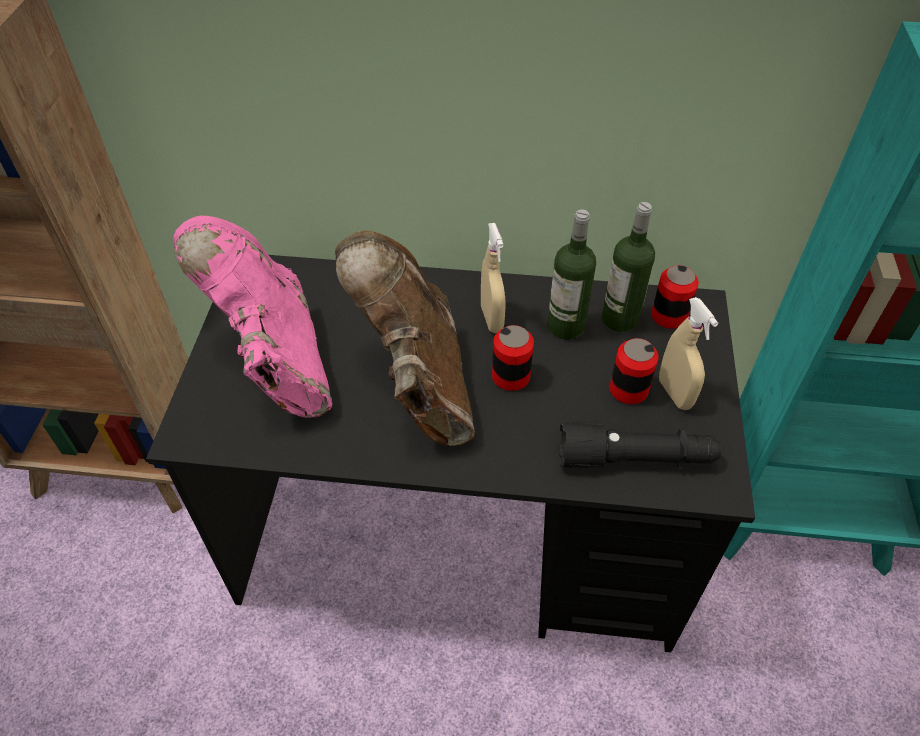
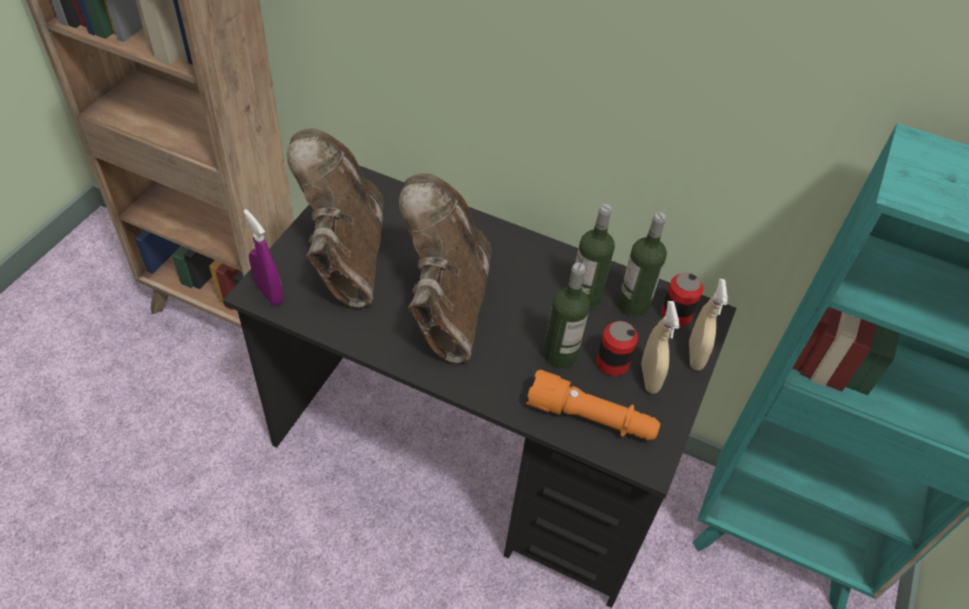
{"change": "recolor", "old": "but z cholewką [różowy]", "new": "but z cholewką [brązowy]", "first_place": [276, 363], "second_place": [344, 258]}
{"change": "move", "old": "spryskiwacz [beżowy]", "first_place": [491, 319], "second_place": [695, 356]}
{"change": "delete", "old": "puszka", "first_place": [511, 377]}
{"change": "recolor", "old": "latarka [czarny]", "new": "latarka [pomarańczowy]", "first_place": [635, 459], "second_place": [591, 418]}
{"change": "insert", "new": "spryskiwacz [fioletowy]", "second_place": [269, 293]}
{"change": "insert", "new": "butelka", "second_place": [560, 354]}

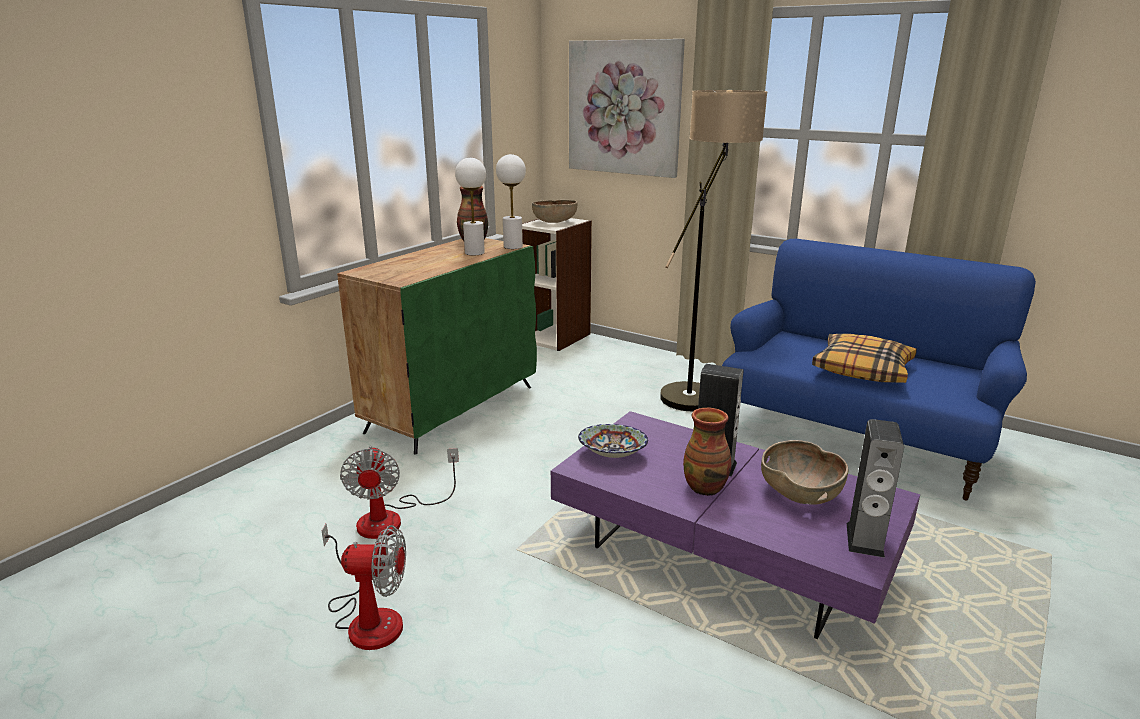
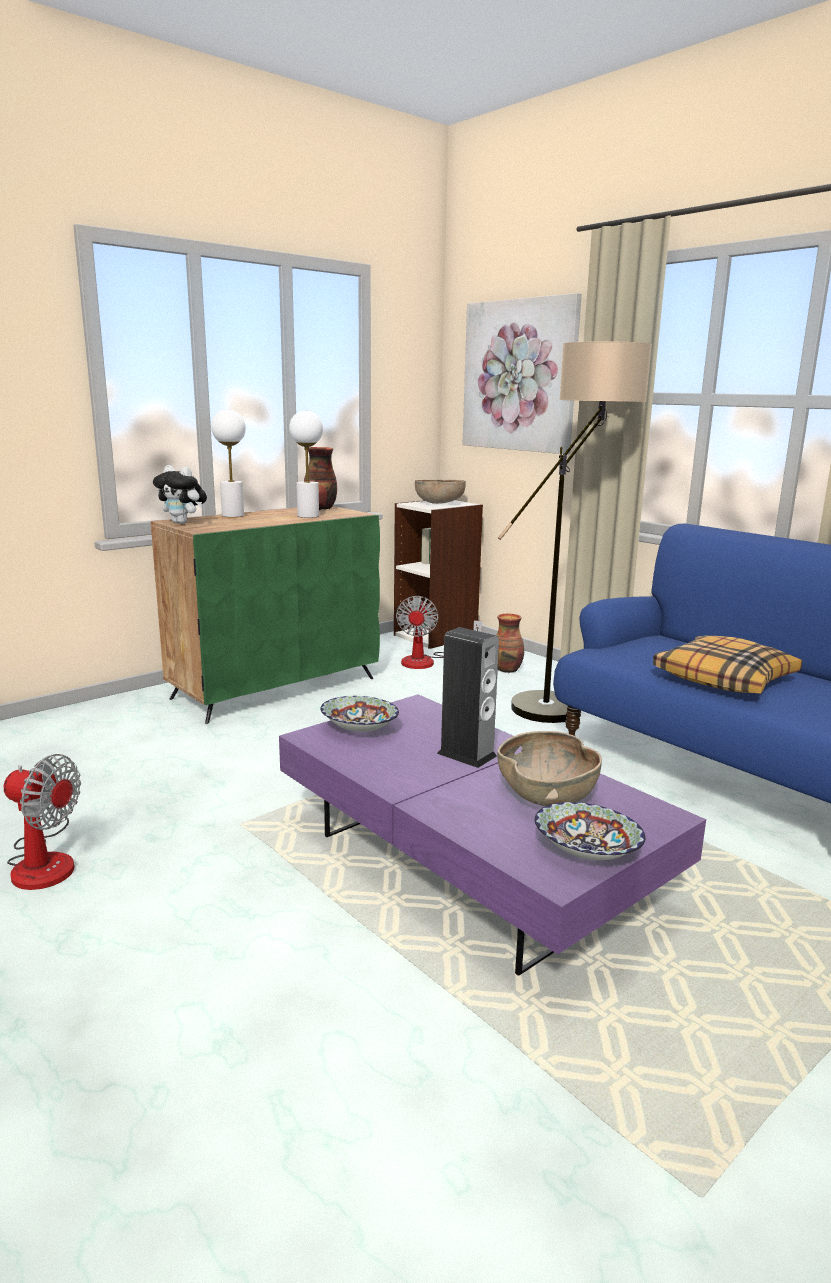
{"change": "move", "old": "wentylator", "first_place": [393, 518], "second_place": [428, 661]}
{"change": "move", "old": "lampa stołowa [biały]", "first_place": [513, 247], "second_place": [232, 515]}
{"change": "move", "old": "wazon", "first_place": [705, 488], "second_place": [507, 669]}
{"change": "replace", "old": "głośnik", "new": "miska", "first_place": [865, 539], "second_place": [587, 853]}
{"change": "insert", "new": "pluszak", "second_place": [183, 523]}

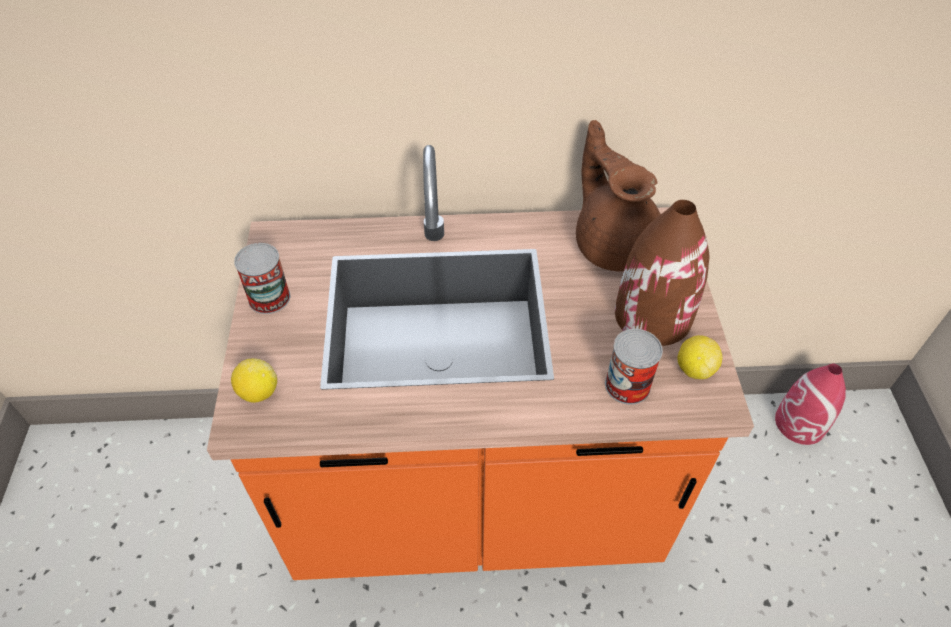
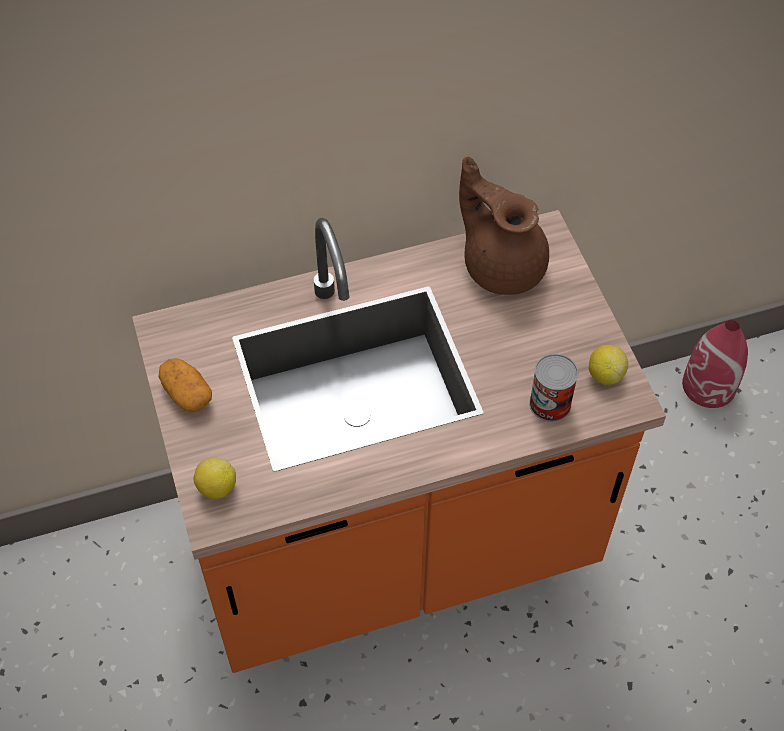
{"change": "replace", "old": "puszka", "new": "ziemniak", "first_place": [269, 298], "second_place": [187, 394]}
{"change": "delete", "old": "wazon [brązowy]", "first_place": [653, 315]}

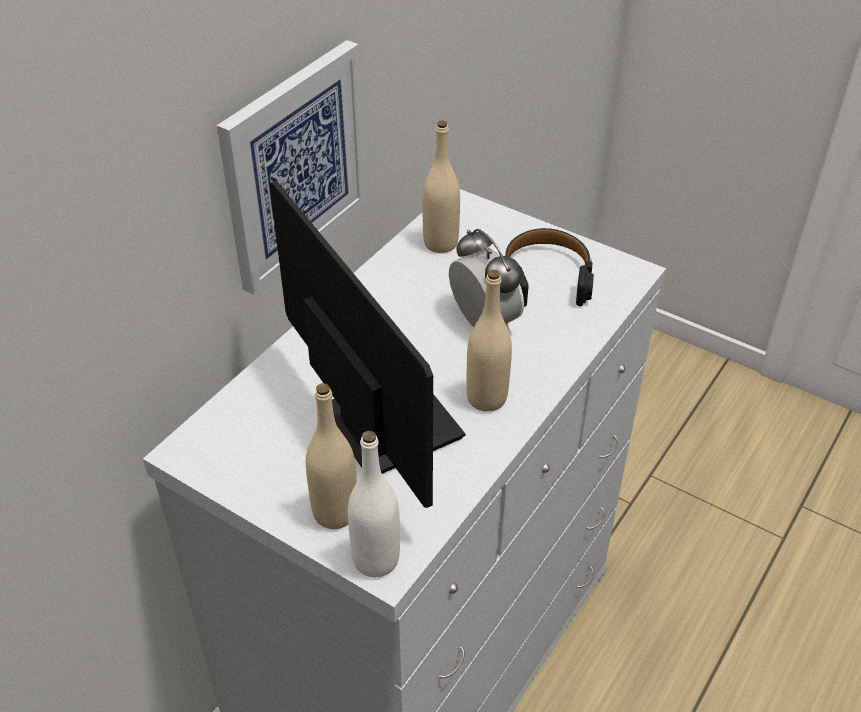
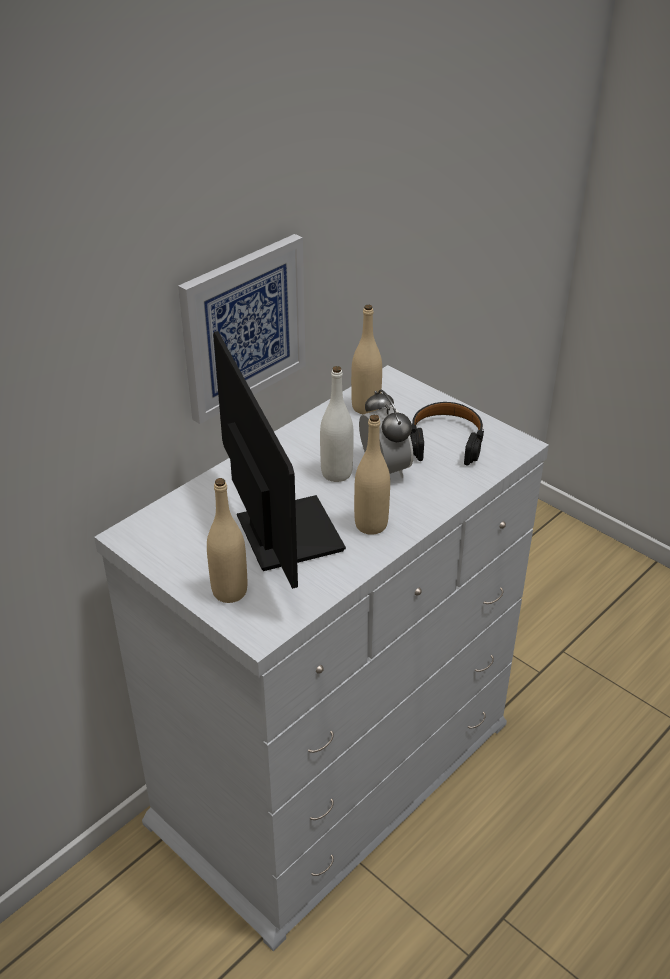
{"change": "move", "old": "butelka [biały]", "first_place": [376, 560], "second_place": [336, 473]}

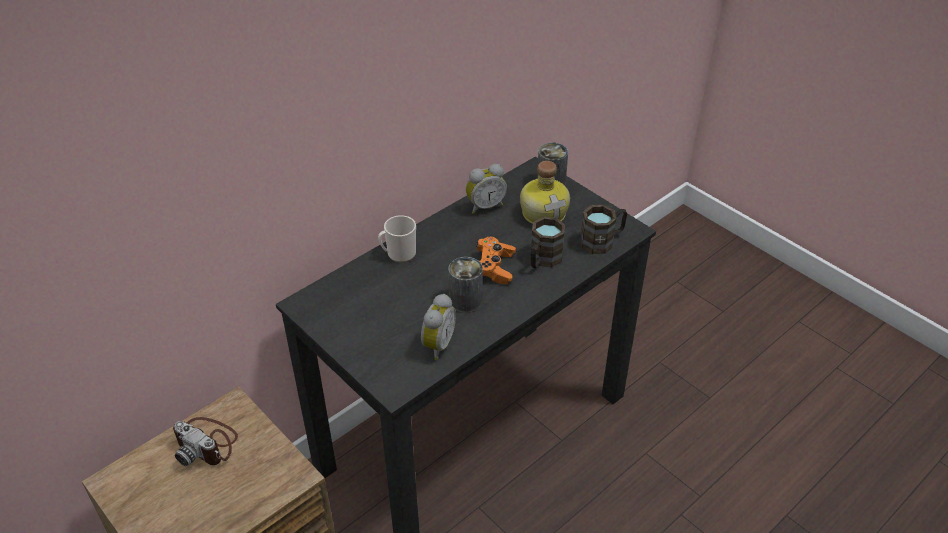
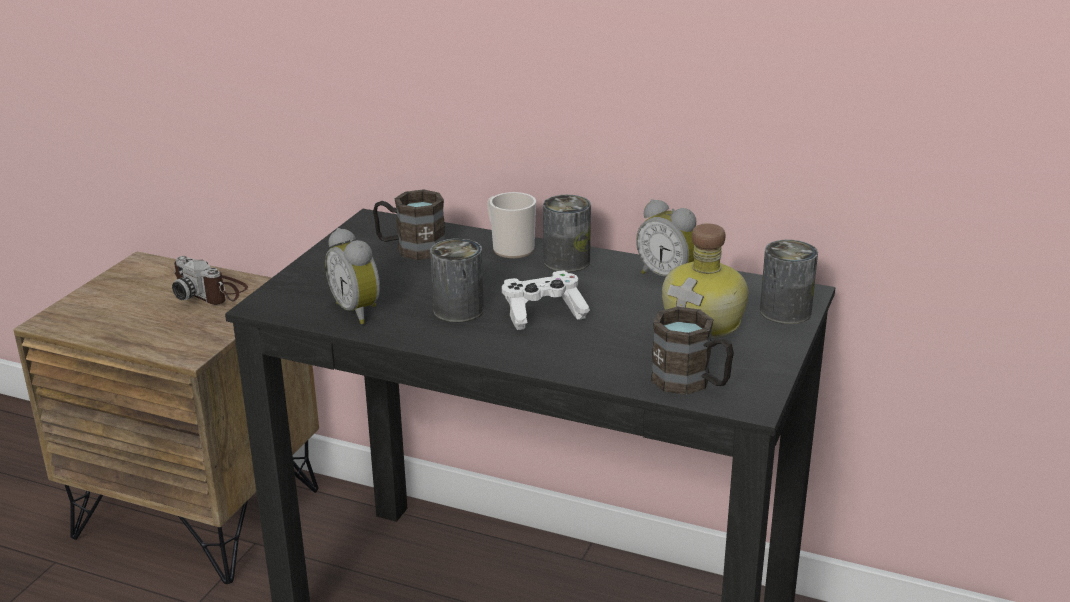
{"change": "rotate", "old": "aparat fotograficzny", "first_place": [207, 443], "second_place": [211, 292], "degrees": -60}
{"change": "rotate", "old": "budzik", "first_place": [436, 345], "second_place": [359, 311], "degrees": 60}
{"change": "recolor", "old": "pad do gier [pomarańczowy]", "new": "pad do gier [biały]", "first_place": [494, 267], "second_place": [543, 313]}
{"change": "move", "old": "kubek [brązowy]", "first_place": [543, 260], "second_place": [411, 249]}
{"change": "insert", "new": "puszka", "second_place": [566, 261]}

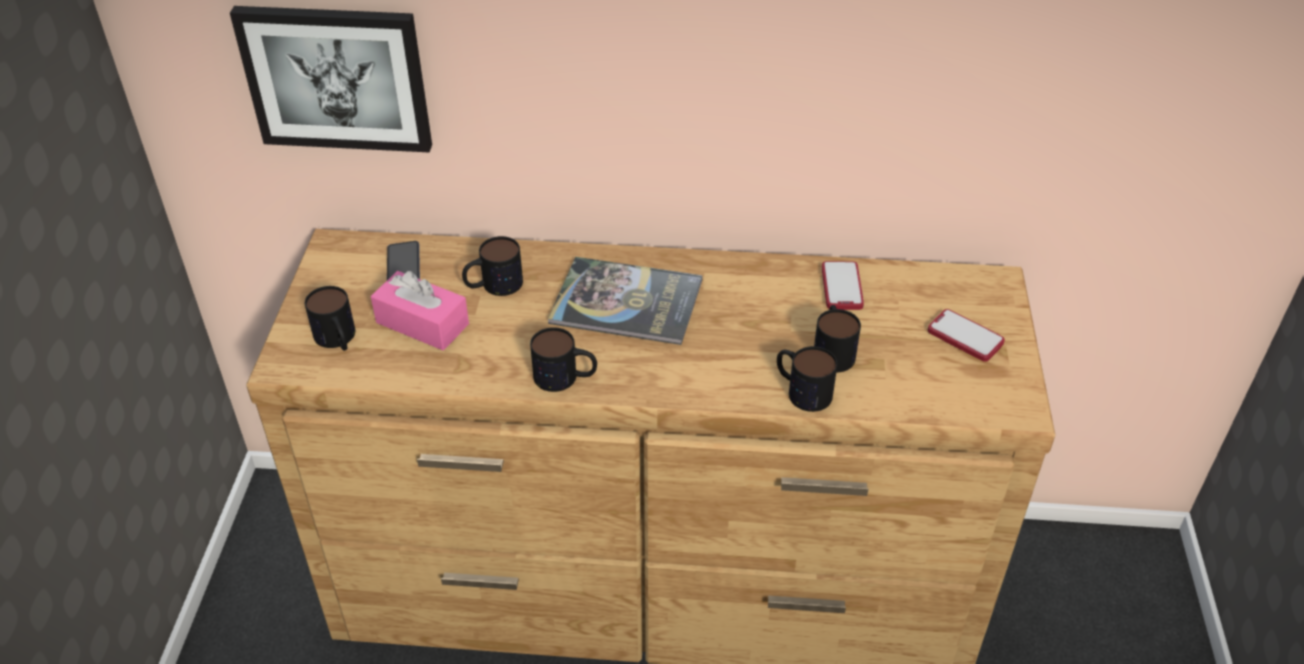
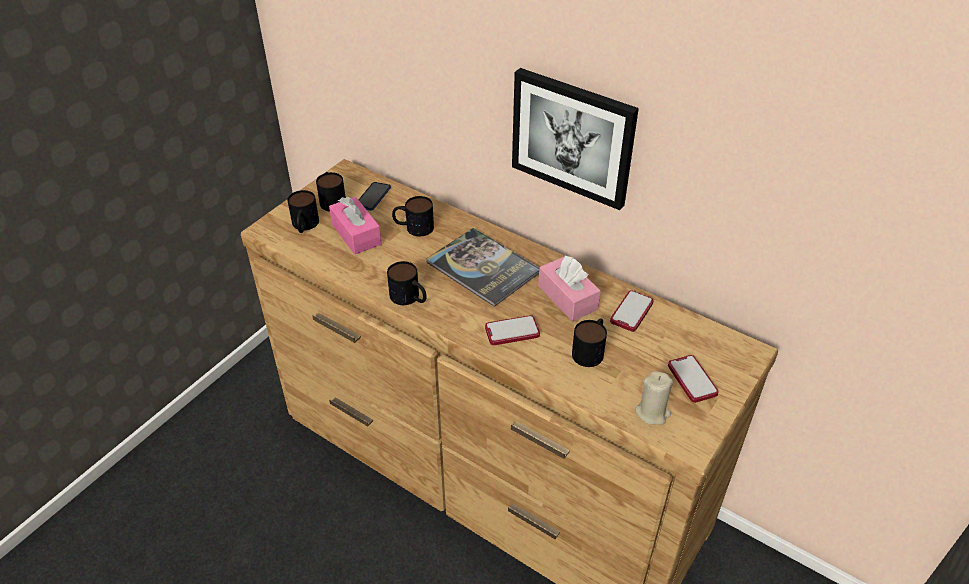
{"change": "move", "old": "obraz", "first_place": [337, 77], "second_place": [573, 137]}
{"change": "move", "old": "kubek", "first_place": [801, 390], "second_place": [332, 199]}
{"change": "insert", "new": "telefon", "second_place": [512, 331]}
{"change": "insert", "new": "pudełko chusteczek [różowy]", "second_place": [567, 297]}
{"change": "insert", "new": "świeca [beżowy]", "second_place": [652, 412]}

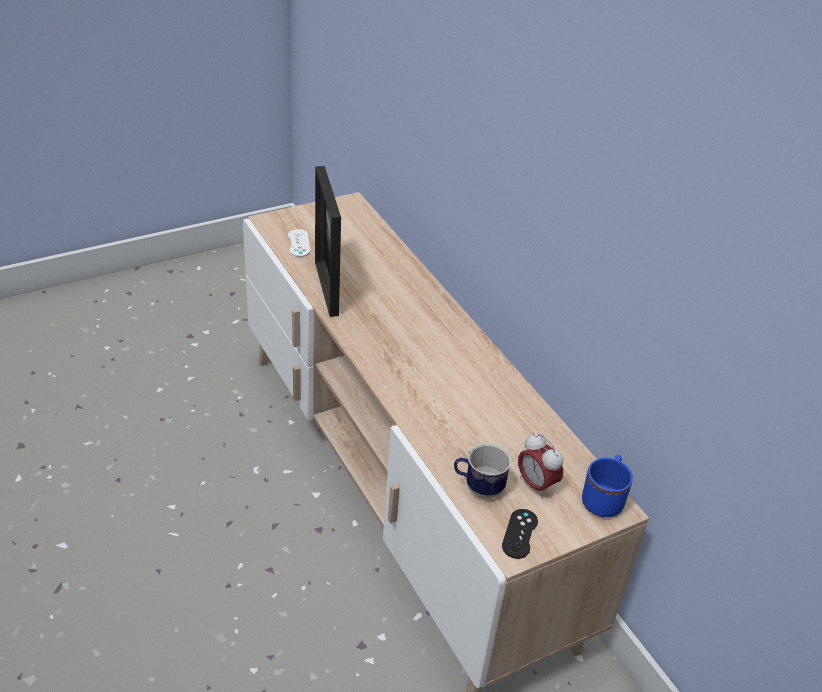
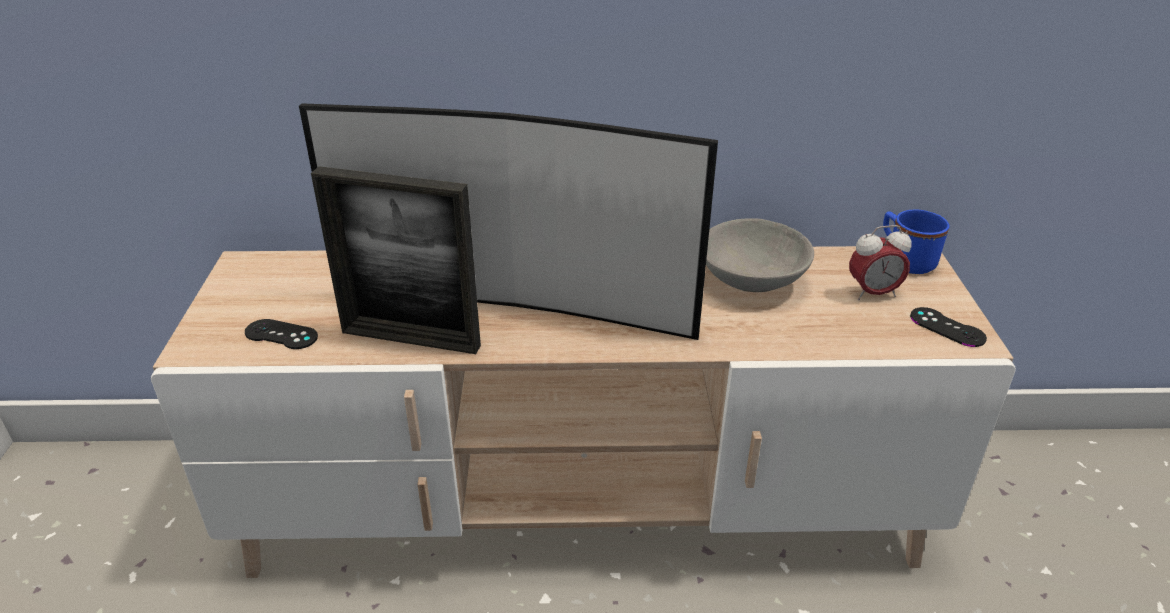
{"change": "recolor", "old": "pad do gier [biały]", "new": "pad do gier [czarny]", "first_place": [299, 243], "second_place": [281, 334]}
{"change": "delete", "old": "kubek", "first_place": [478, 488]}
{"change": "insert", "new": "telewizor", "second_place": [515, 306]}
{"change": "insert", "new": "miska [szary]", "second_place": [752, 280]}

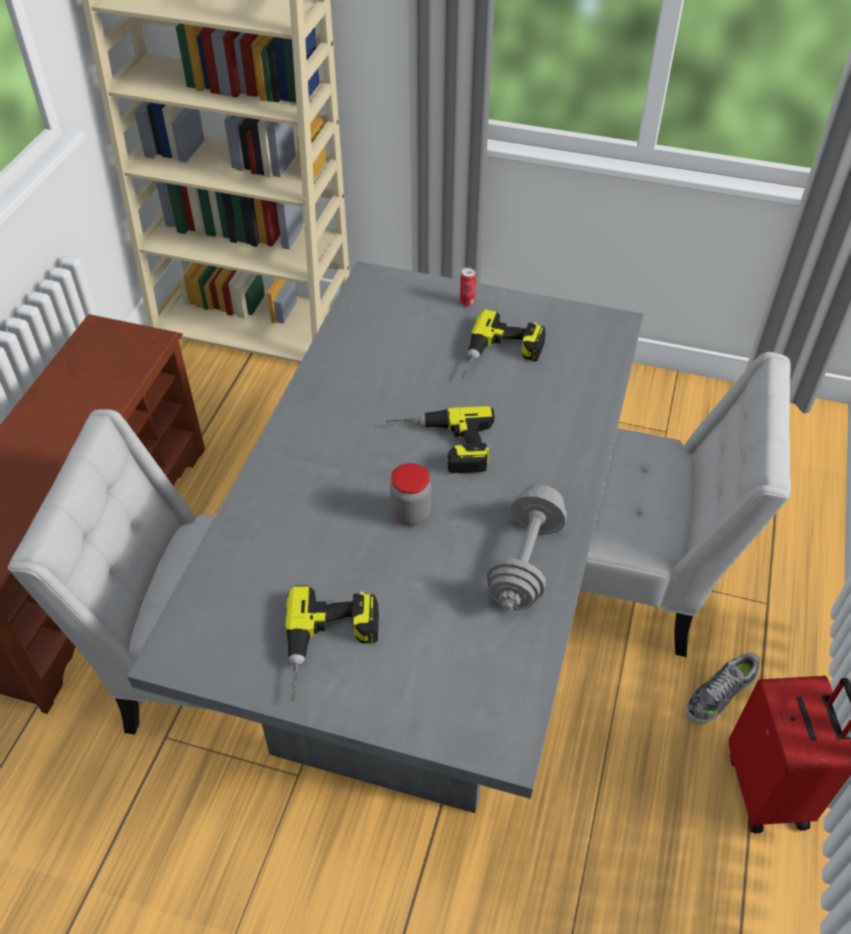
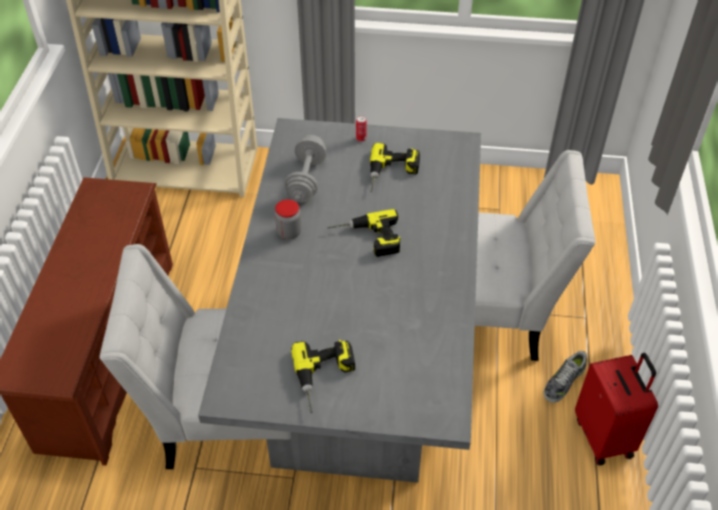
{"change": "move", "old": "słoik", "first_place": [411, 514], "second_place": [289, 232]}
{"change": "move", "old": "hantel [szary]", "first_place": [525, 562], "second_place": [306, 180]}

